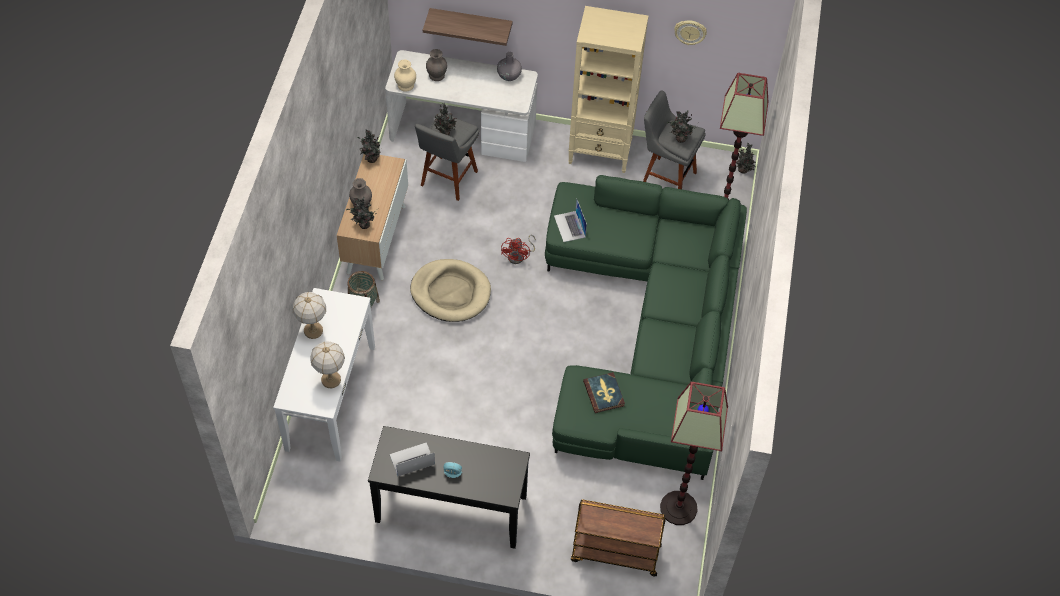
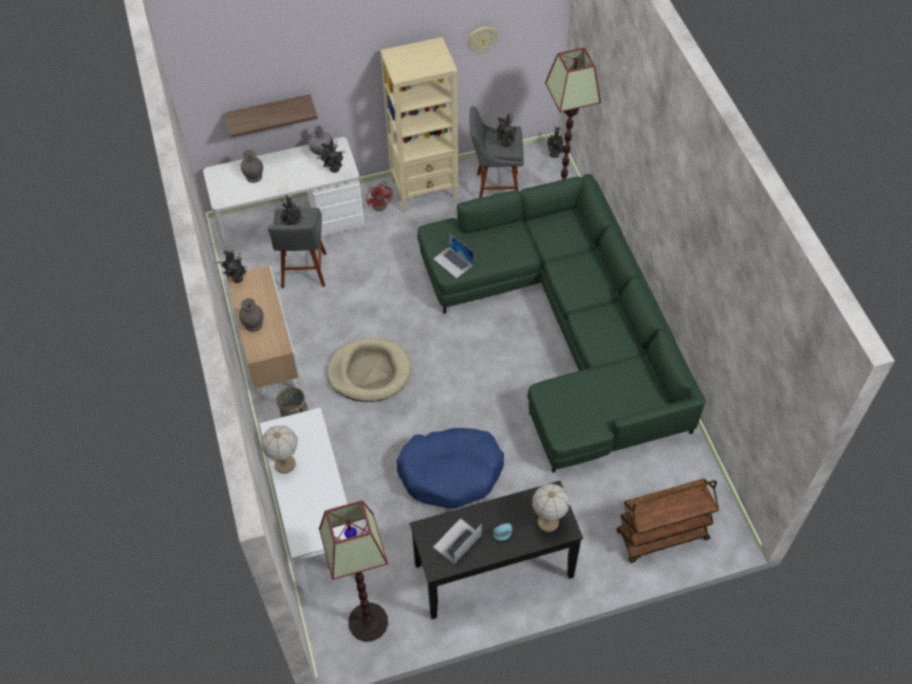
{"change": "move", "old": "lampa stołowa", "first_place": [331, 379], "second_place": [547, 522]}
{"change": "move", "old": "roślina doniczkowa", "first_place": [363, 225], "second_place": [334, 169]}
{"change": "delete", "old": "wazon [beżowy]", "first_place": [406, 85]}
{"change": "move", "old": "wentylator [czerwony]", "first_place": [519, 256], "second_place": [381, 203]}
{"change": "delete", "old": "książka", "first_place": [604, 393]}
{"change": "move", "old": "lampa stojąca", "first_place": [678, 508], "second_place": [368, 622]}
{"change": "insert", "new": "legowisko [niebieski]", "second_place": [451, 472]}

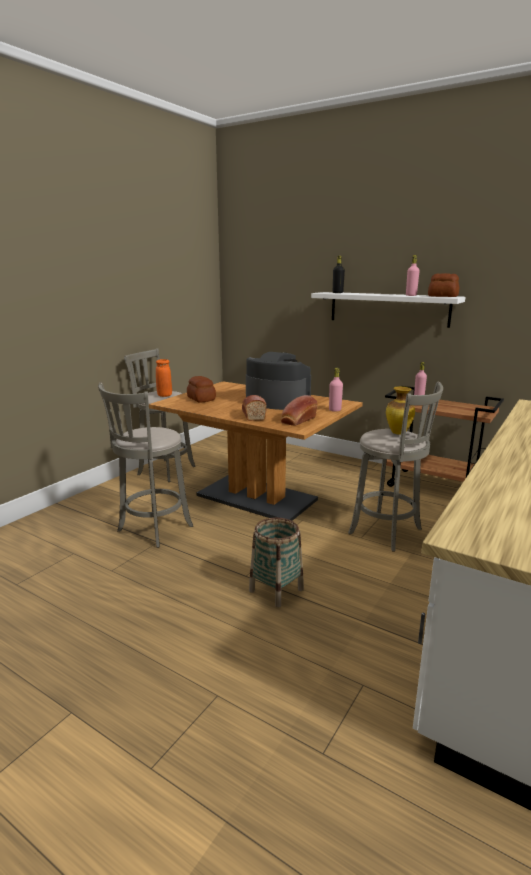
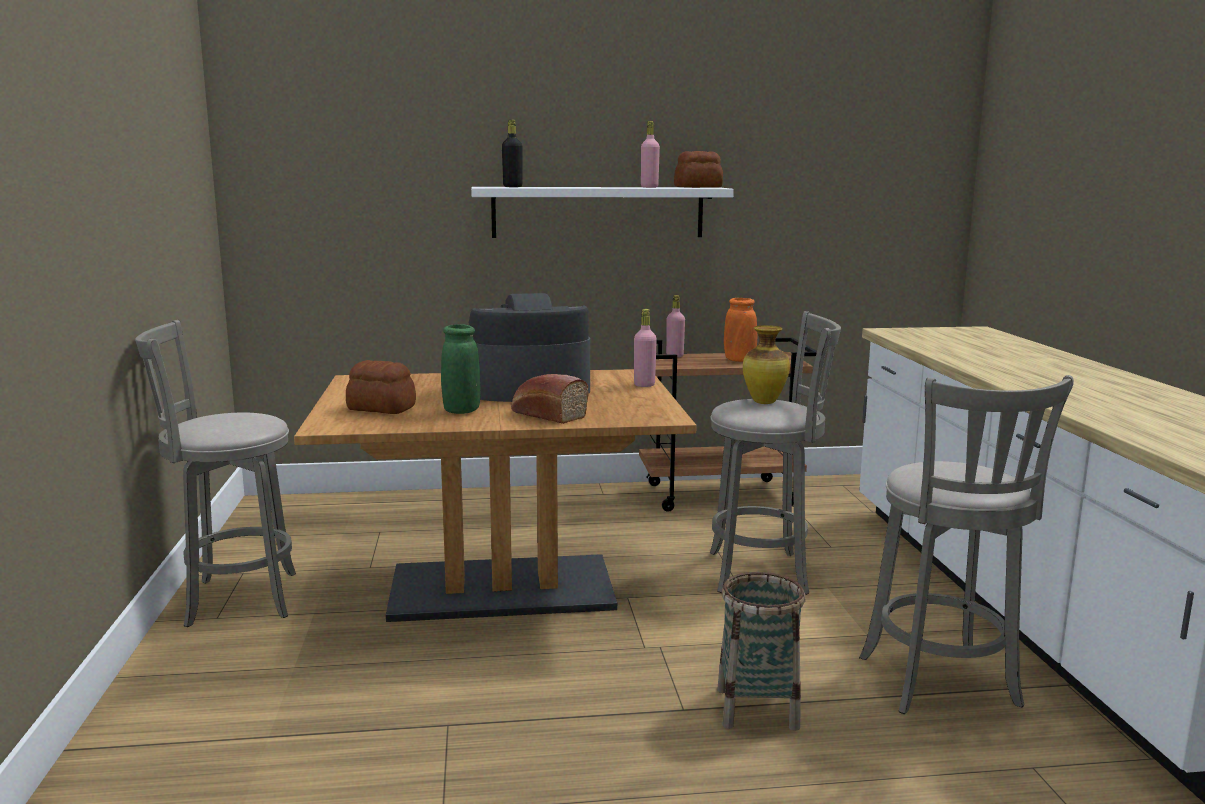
{"change": "move", "old": "stołek [szary]", "first_place": [152, 530], "second_place": [941, 685]}
{"change": "move", "old": "wazon [pomarańczowy]", "first_place": [164, 395], "second_place": [739, 360]}
{"change": "delete", "old": "chleb", "first_place": [297, 420]}
{"change": "insert", "new": "wazon [zielony]", "second_place": [462, 411]}

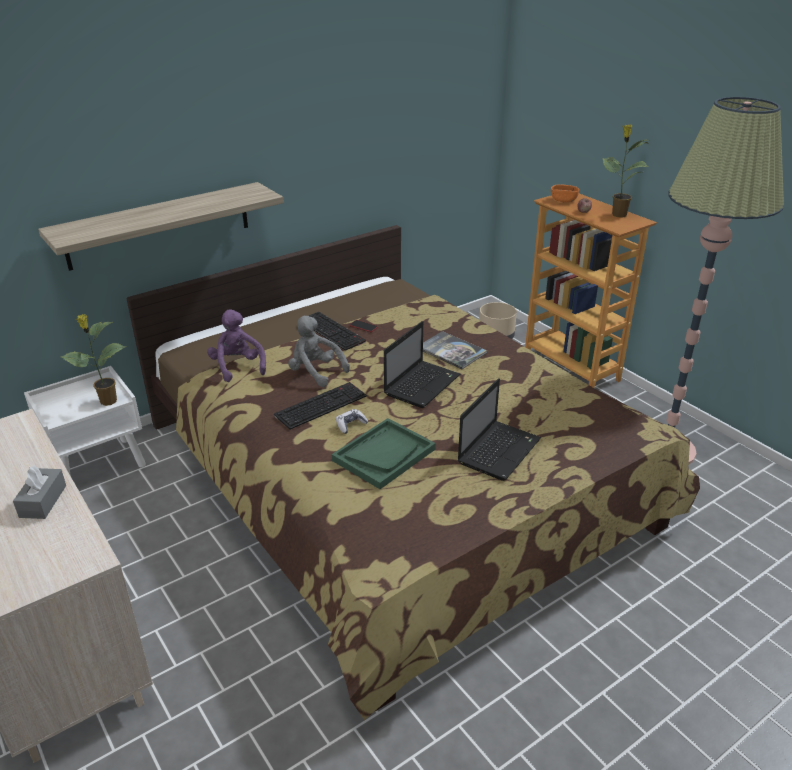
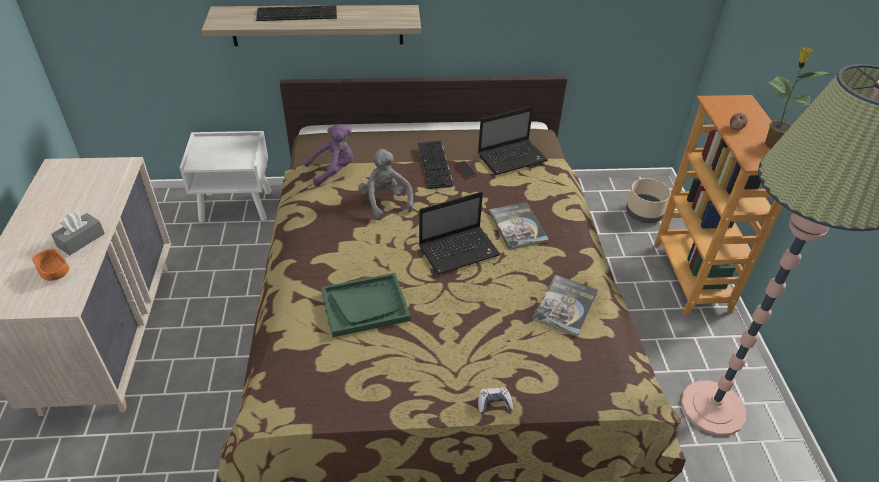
{"change": "delete", "old": "roślina doniczkowa", "first_place": [107, 401]}
{"change": "rotate", "old": "pluszak [fioletowy]", "first_place": [237, 367], "second_place": [333, 171], "degrees": 60}
{"change": "move", "old": "klawiatura", "first_place": [321, 405], "second_place": [298, 13]}
{"change": "move", "old": "pad do gier", "first_place": [351, 425], "second_place": [494, 403]}
{"change": "move", "old": "laptop", "first_place": [499, 450], "second_place": [513, 157]}
{"change": "move", "old": "miska [pomarańczowy]", "first_place": [563, 200], "second_place": [55, 272]}
{"change": "insert", "new": "książka", "second_place": [565, 305]}

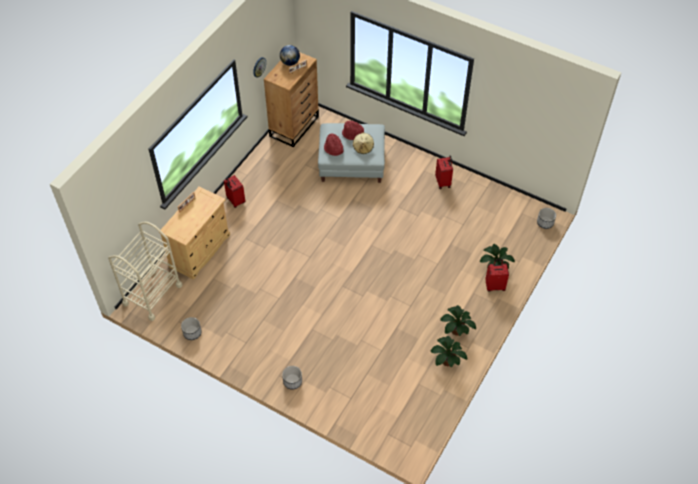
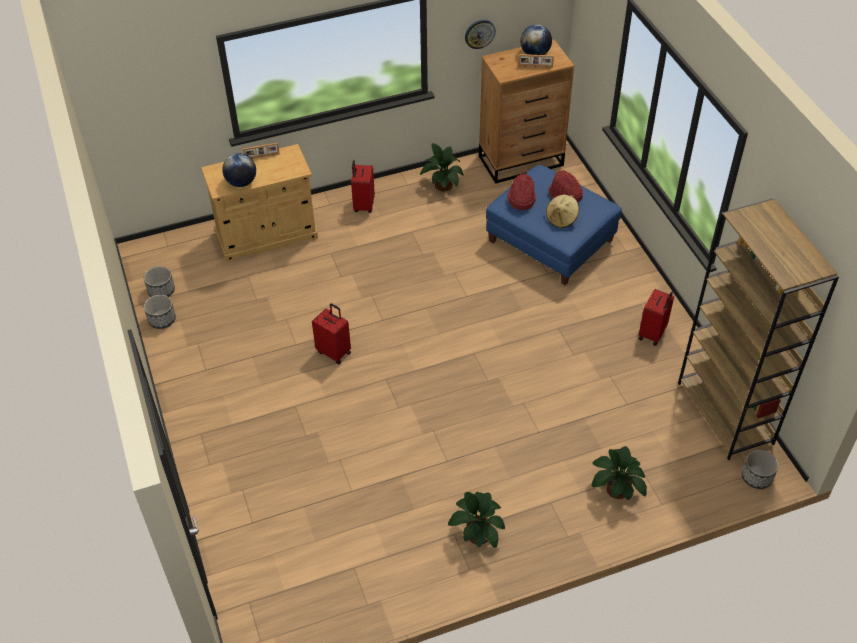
{"change": "delete", "old": "wózek [beżowy]", "first_place": [152, 294]}
{"change": "move", "old": "donica", "first_place": [292, 381], "second_place": [161, 291]}
{"change": "recolor", "old": "pufa [szary]", "new": "pufa [niebieski]", "first_place": [352, 162], "second_place": [551, 241]}
{"change": "move", "old": "roślina doniczkowa", "first_place": [446, 360], "second_place": [442, 184]}
{"change": "move", "old": "walizka [czerwony]", "first_place": [495, 286], "second_place": [334, 352]}
{"change": "insert", "new": "globus", "second_place": [241, 182]}
{"change": "insert", "new": "regał [brązowy]", "second_place": [725, 413]}

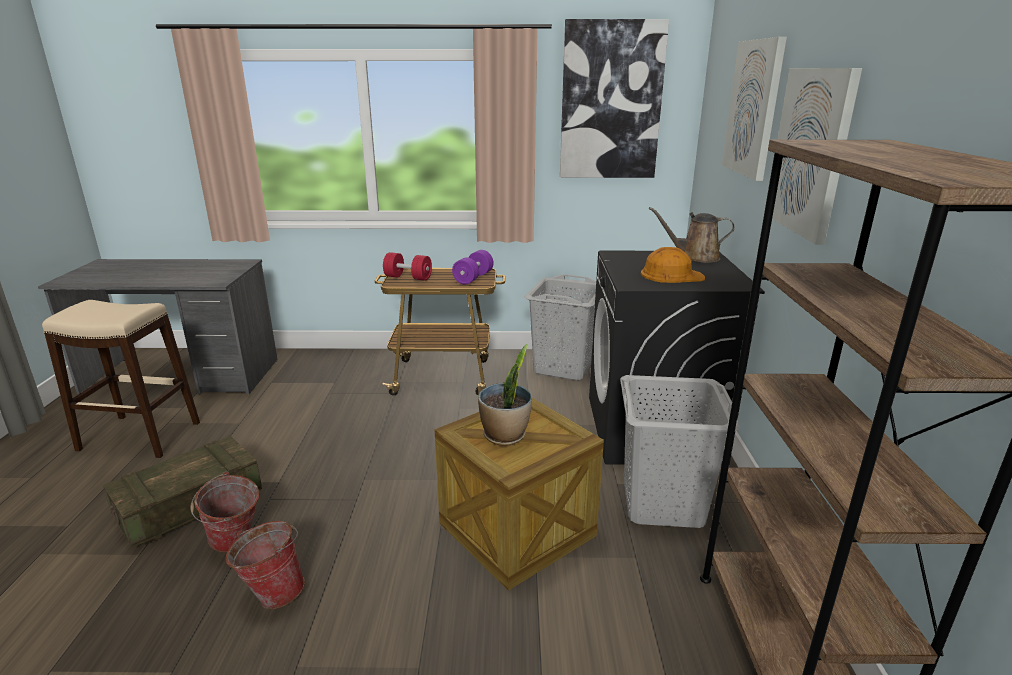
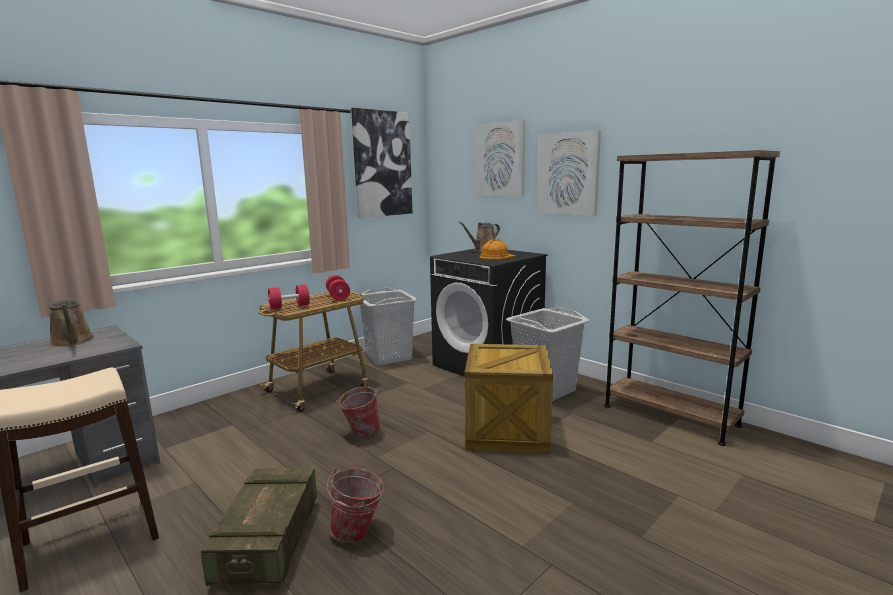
{"change": "move", "old": "wiadro", "first_place": [272, 593], "second_place": [360, 434]}
{"change": "recolor", "old": "hantel [fioletowy]", "new": "hantel [czerwony]", "first_place": [473, 278], "second_place": [338, 296]}
{"change": "delete", "old": "roślina doniczkowa", "first_place": [505, 436]}
{"change": "insert", "new": "konewka [brązowy]", "second_place": [72, 342]}

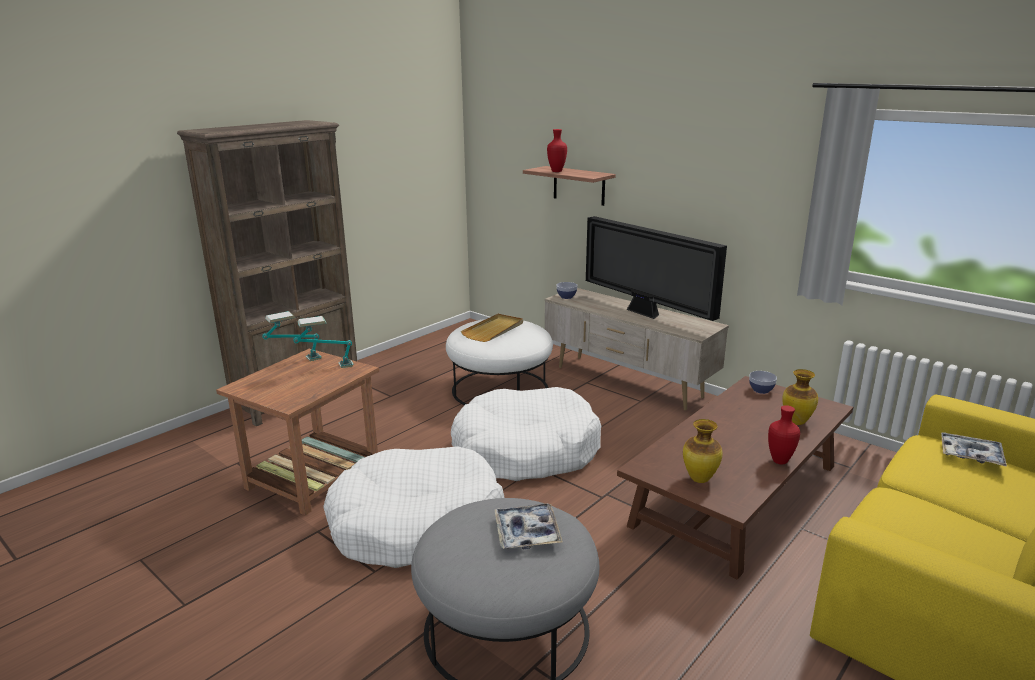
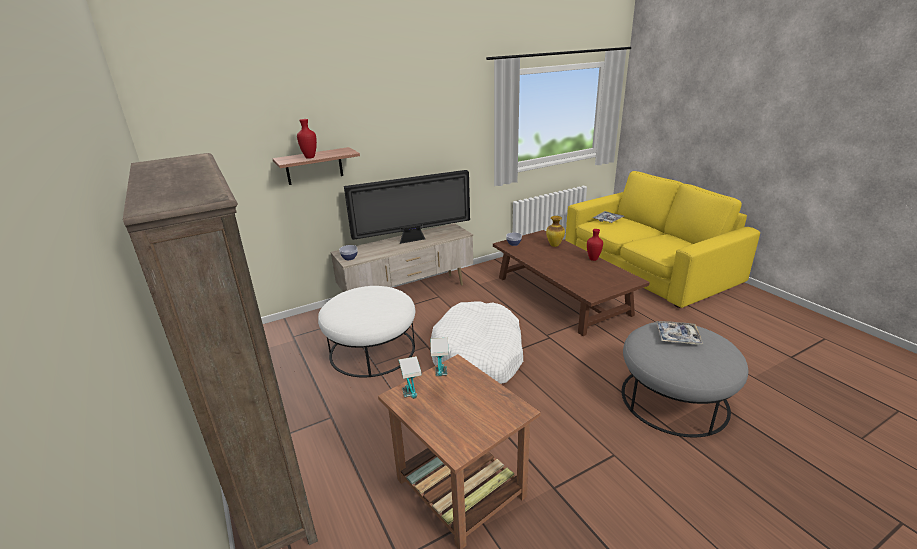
{"change": "delete", "old": "legowisko [biały]", "first_place": [417, 524]}
{"change": "delete", "old": "taca [beżowy]", "first_place": [494, 330]}
{"change": "delete", "old": "wazon", "first_place": [700, 479]}

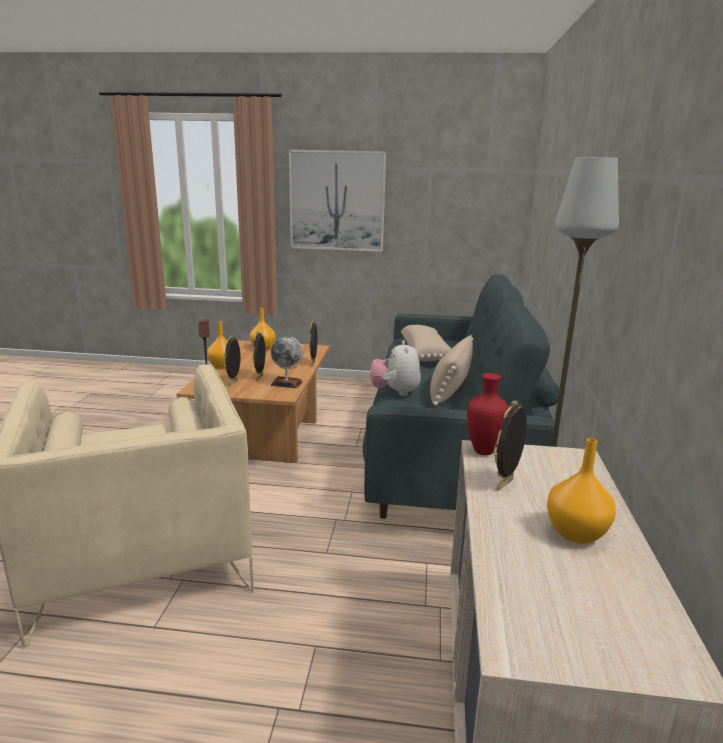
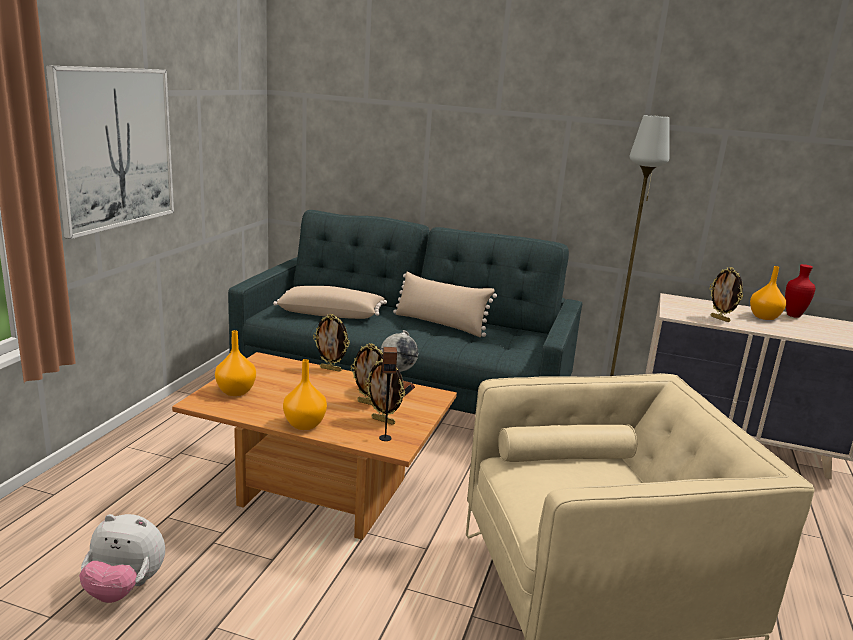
{"change": "move", "old": "pluszak", "first_place": [395, 392], "second_place": [125, 588]}
{"change": "move", "old": "wazon [czerwony]", "first_place": [482, 451], "second_place": [793, 316]}

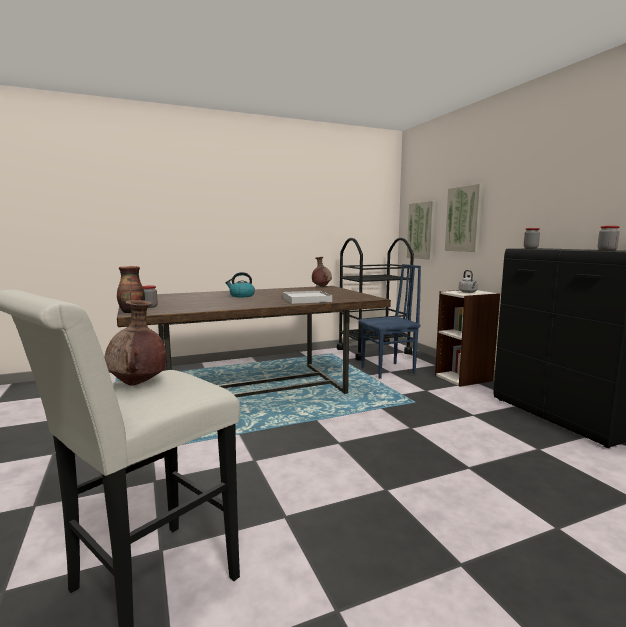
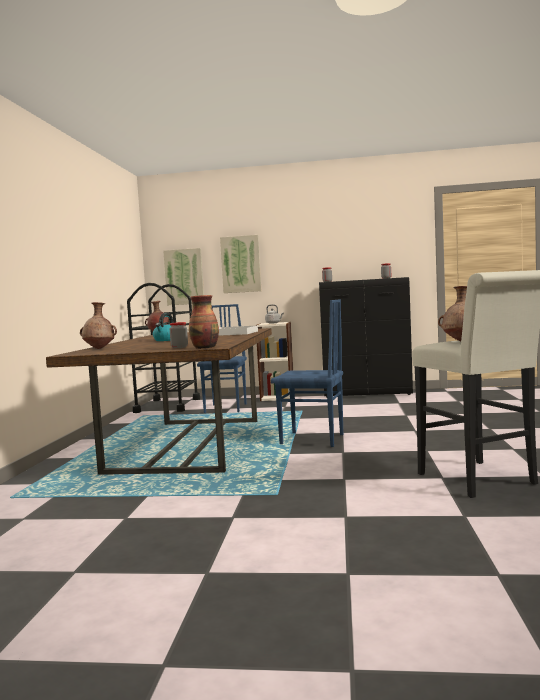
{"change": "insert", "new": "wazon [brązowy]", "second_place": [100, 348]}
{"change": "insert", "new": "krzesło [niebieski]", "second_place": [312, 440]}

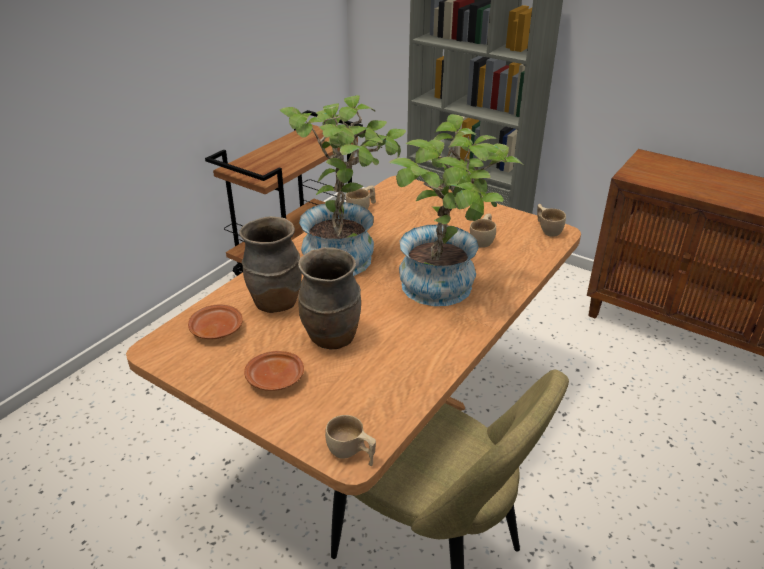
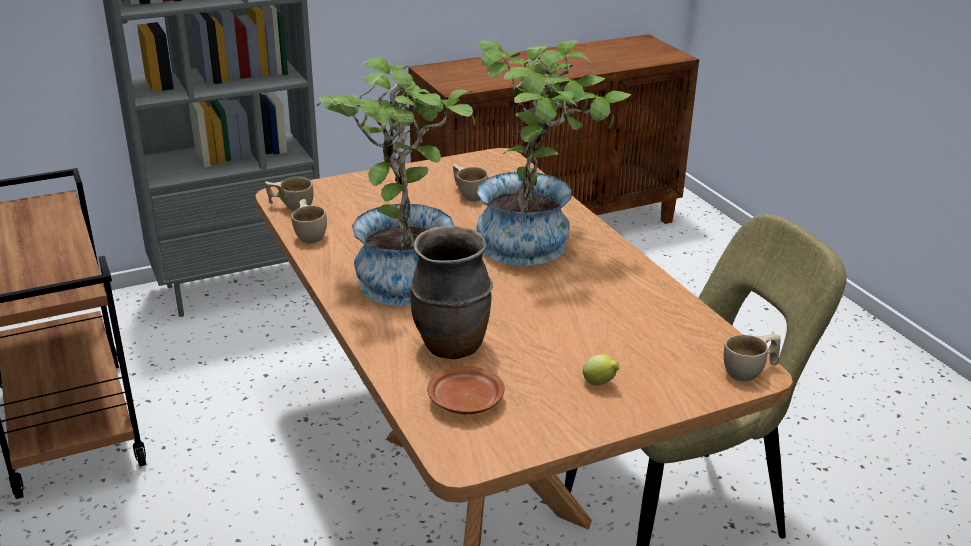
{"change": "replace", "old": "talerz [brązowy]", "new": "cytryna", "first_place": [276, 379], "second_place": [600, 384]}
{"change": "delete", "old": "wazon [brązowy]", "first_place": [332, 338]}
{"change": "move", "old": "filiżanka [beżowy]", "first_place": [547, 229], "second_place": [291, 206]}

